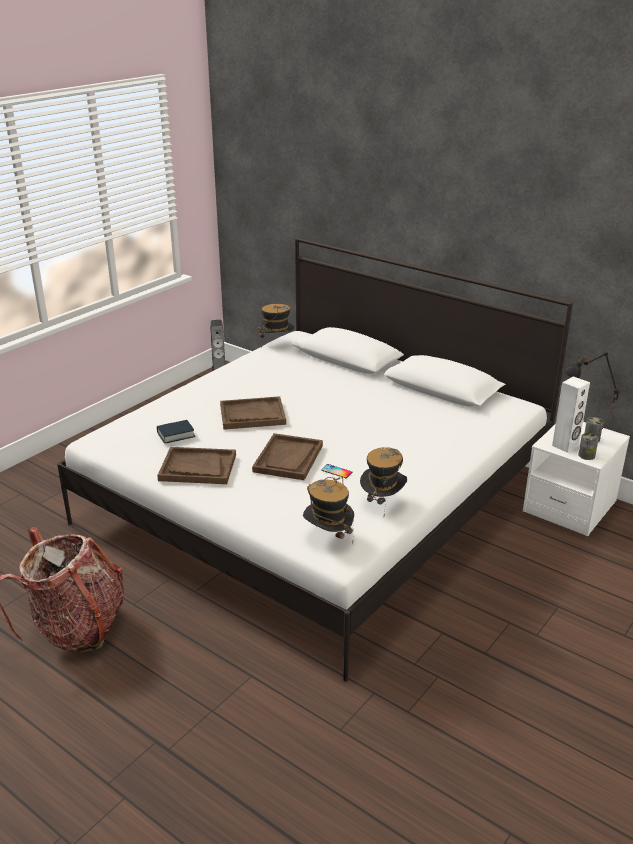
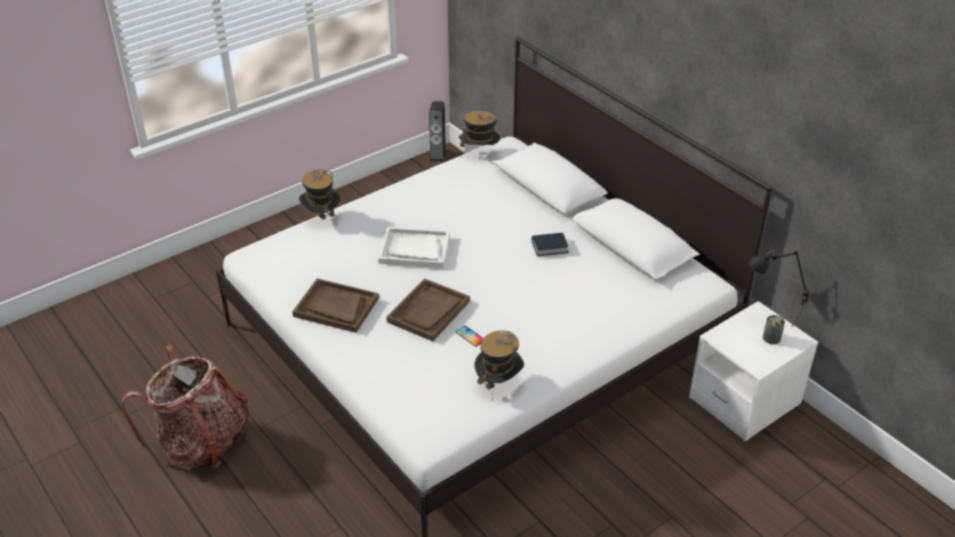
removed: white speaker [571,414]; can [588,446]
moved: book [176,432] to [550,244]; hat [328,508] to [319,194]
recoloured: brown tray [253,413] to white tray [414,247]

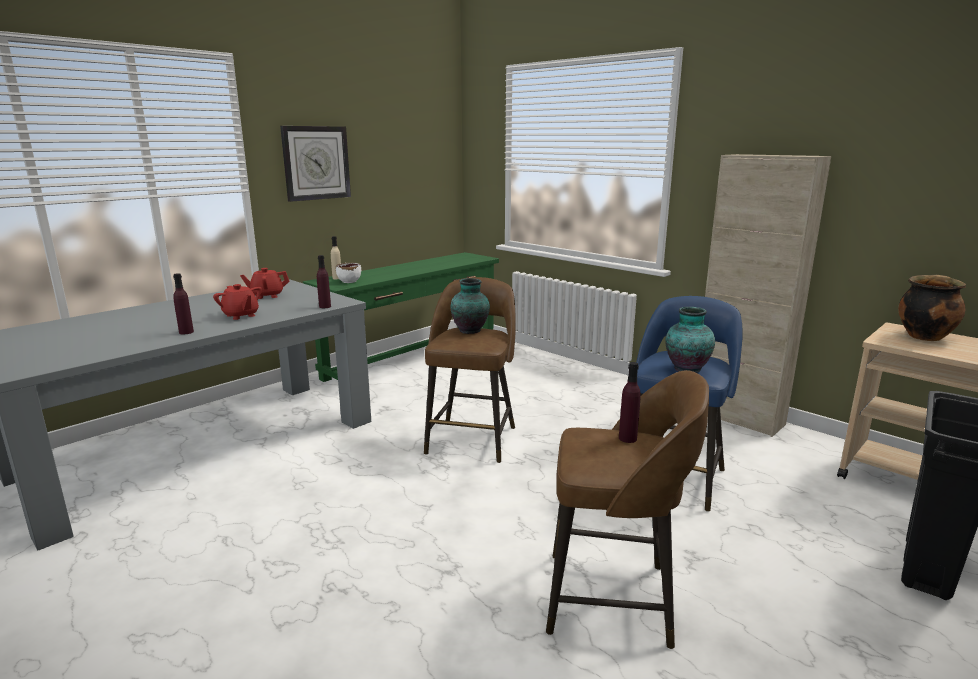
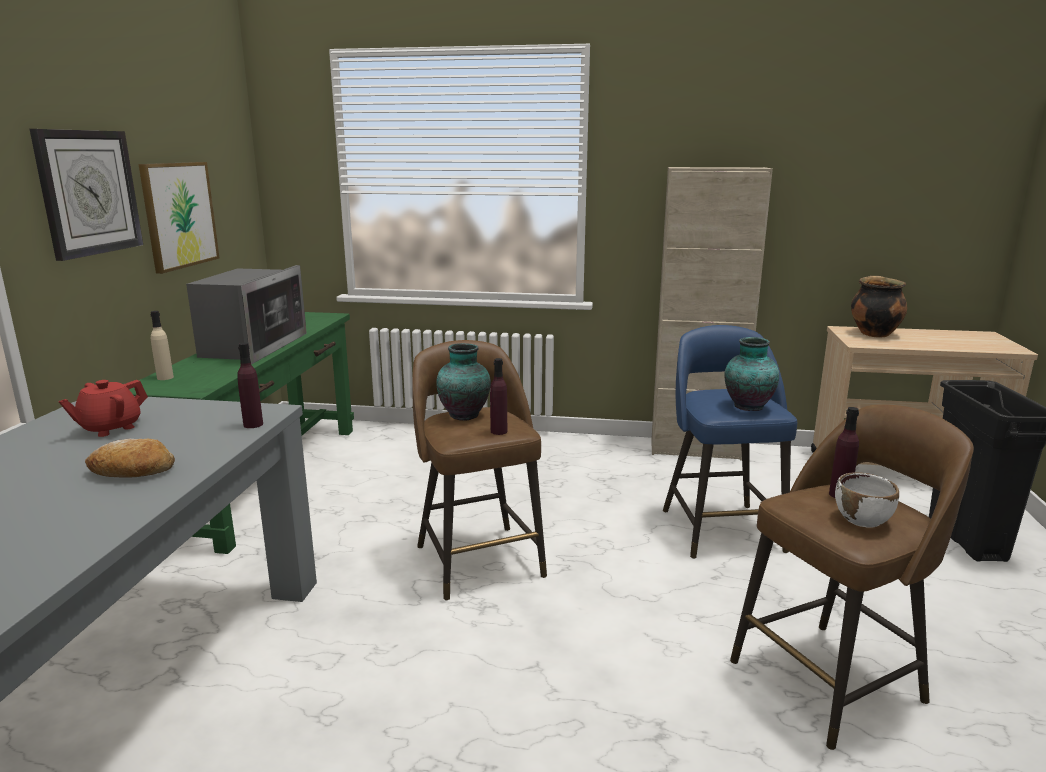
added: picture [179,218]; microwave [246,315]
moved: purple bottle [183,303] to [498,396]; white bowl [348,273] to [867,500]
replaced: red teapot [237,302] to bread [130,458]

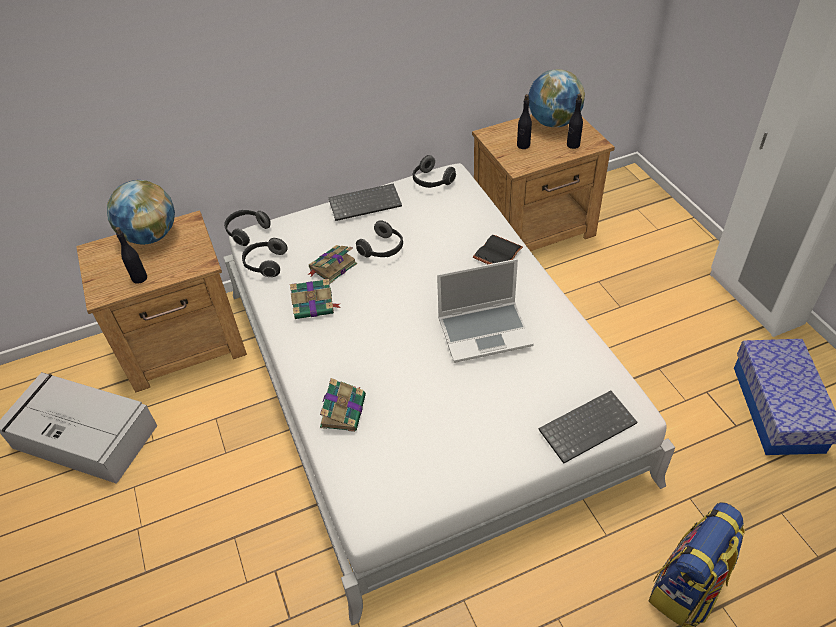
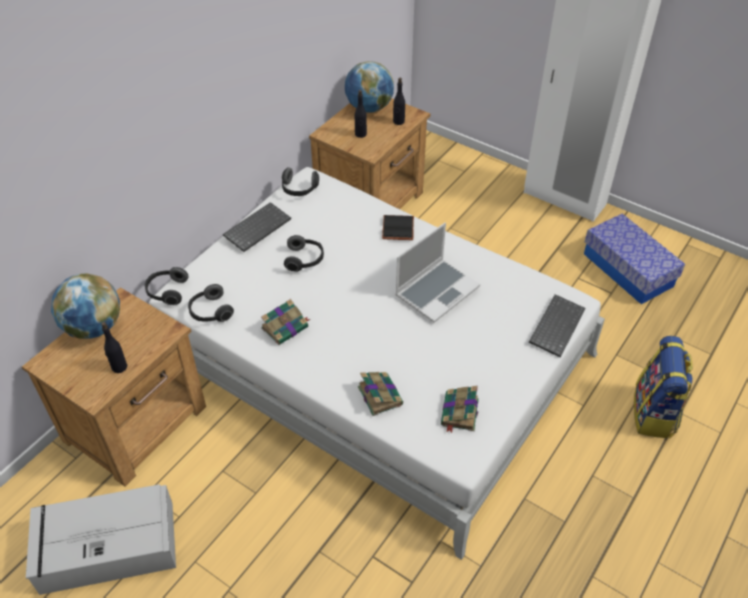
moved: book [332,264] to [460,409]

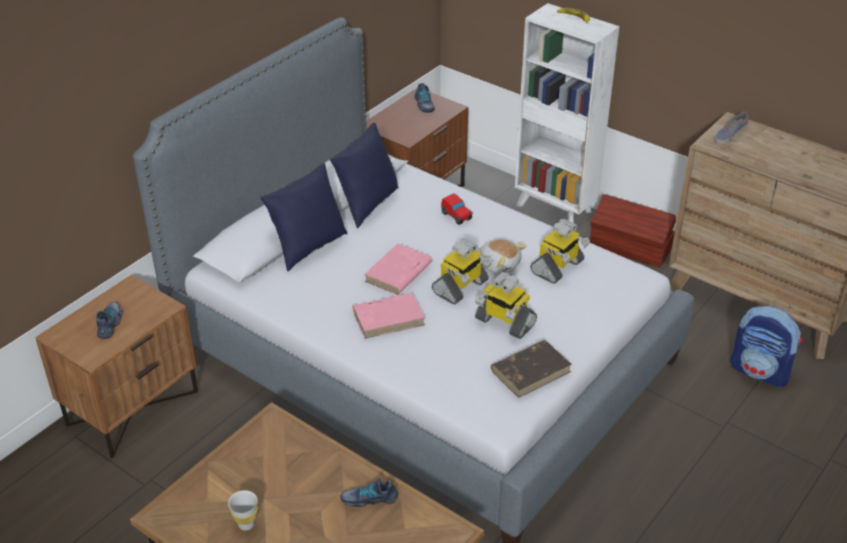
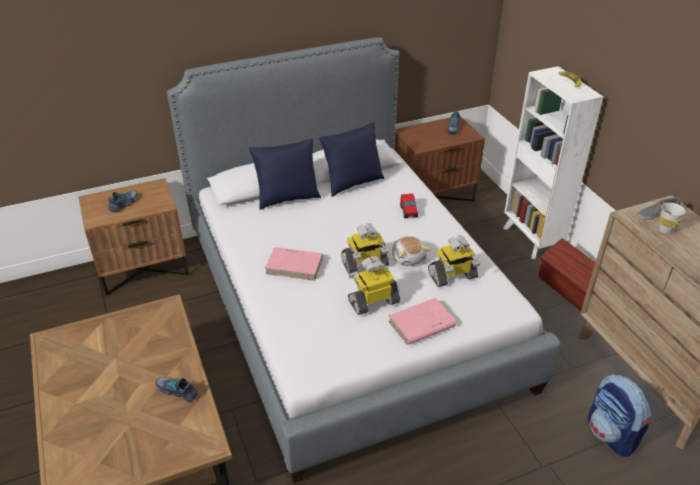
removed: brown book [531,369]
moved: white cup [243,510] to [672,218]; pink book [398,269] to [422,321]
turned: toy robot [506,305] = [374,285] 90 degrees clockwise

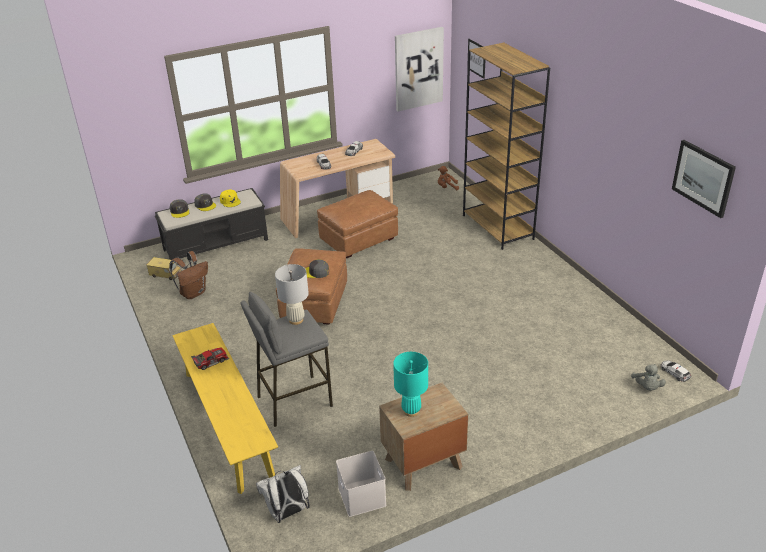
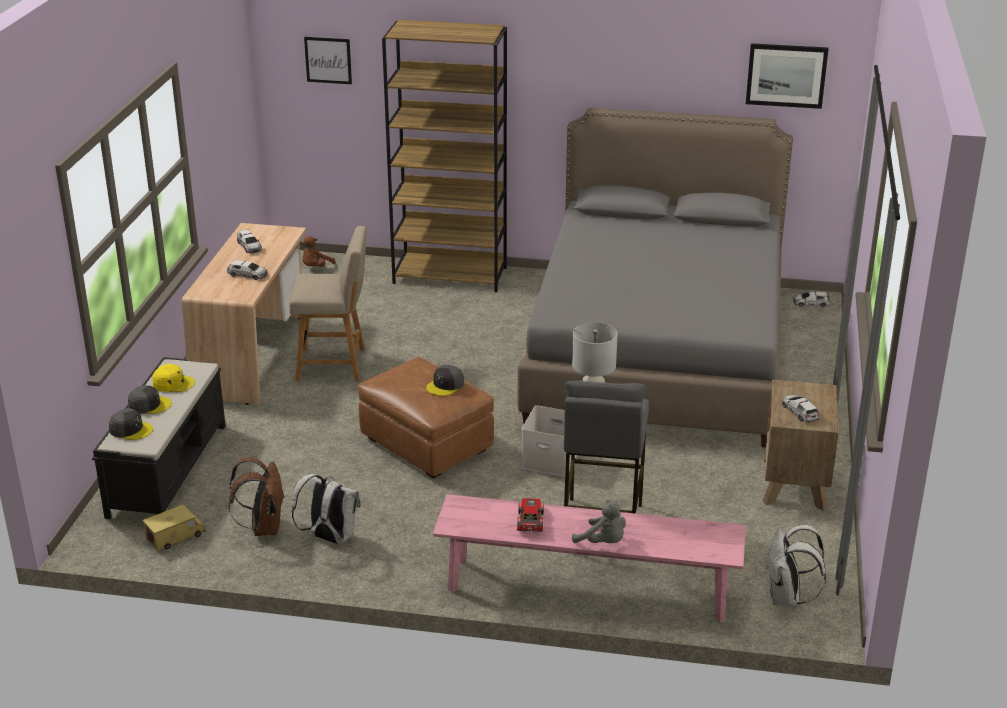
removed: picture [419,69]
added: white backpack [326,509]; grey bed [655,278]
moved: white storage box [361,484] to [549,441]; grey plush toy [648,377] to [599,521]
replaced: brown ottoman [357,224] to beige chair [328,303]; turquoise table lamp [410,384] to toy car [801,408]
recoloured: yellow bench [225,408] to pink bench [589,558]

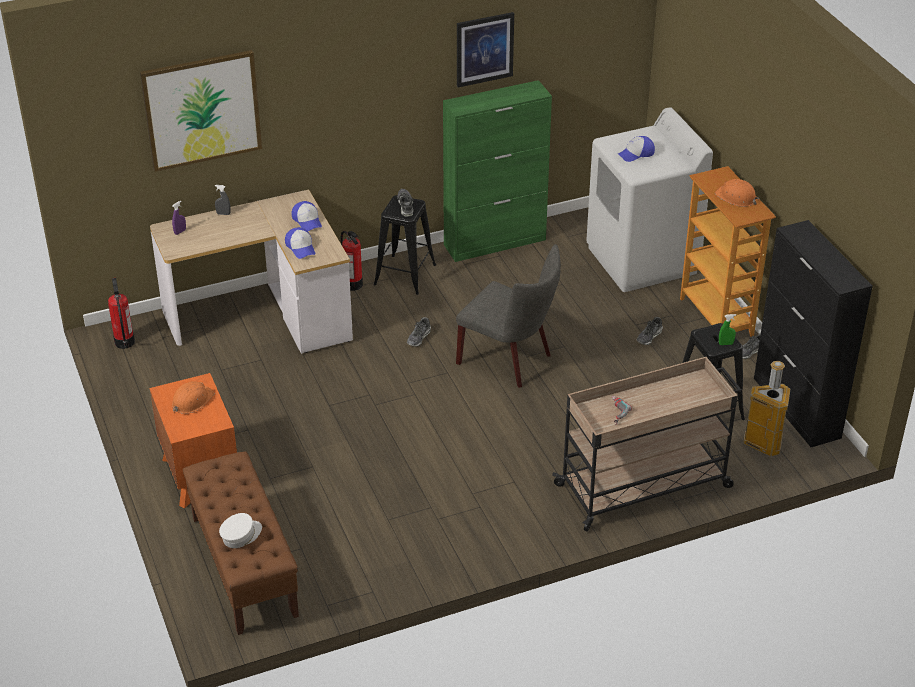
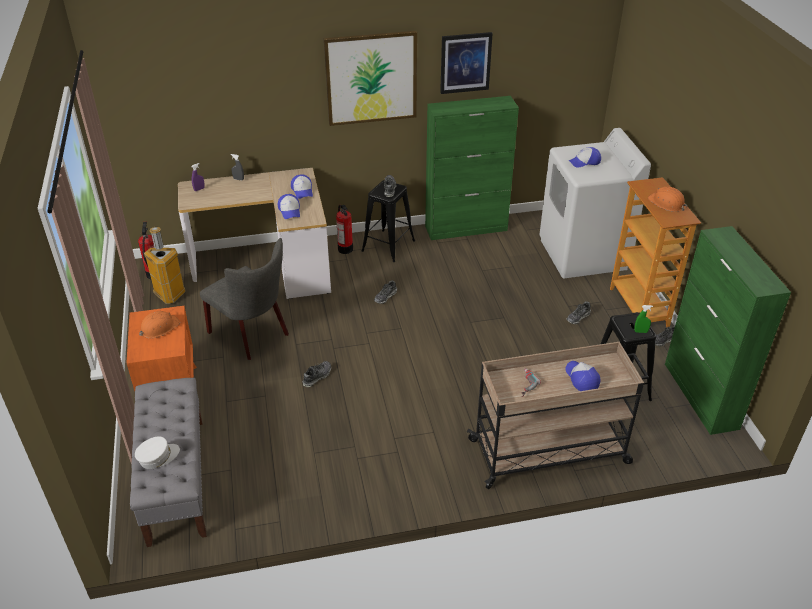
added: shoe [317,374]; cap [582,376]
moved: picture [201,111] to [370,78]; grey chair [508,316] to [244,299]; trash can [766,409] to [165,265]
recoloured: brown bench [241,543] to grey bench [168,462]; black cabinet [813,333] to green cabinet [728,330]

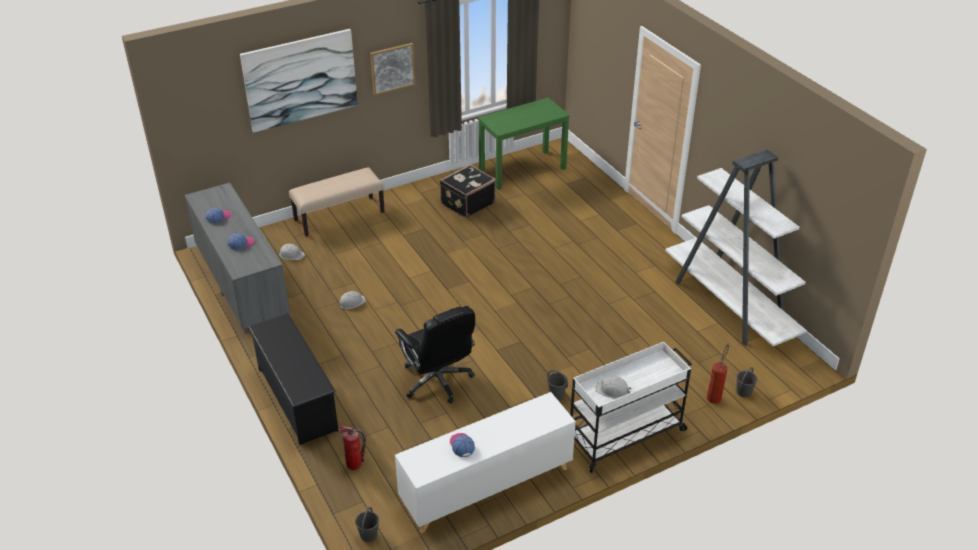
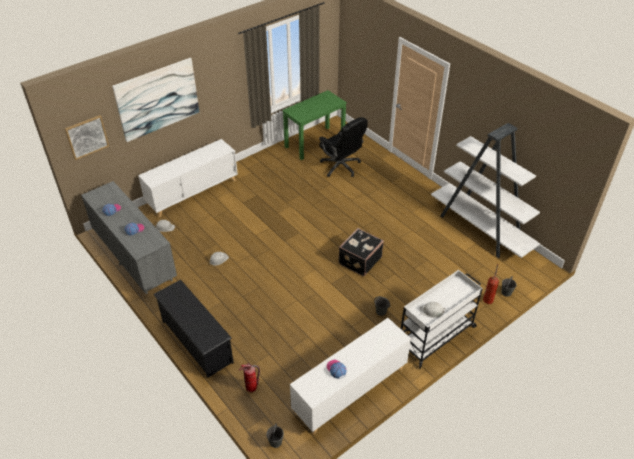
moved: picture [393,69] to [87,137]; black office chair [435,355] to [343,147]; black suitcase [468,191] to [361,252]
replaced: beige bench [337,201] to white cabinet [188,178]

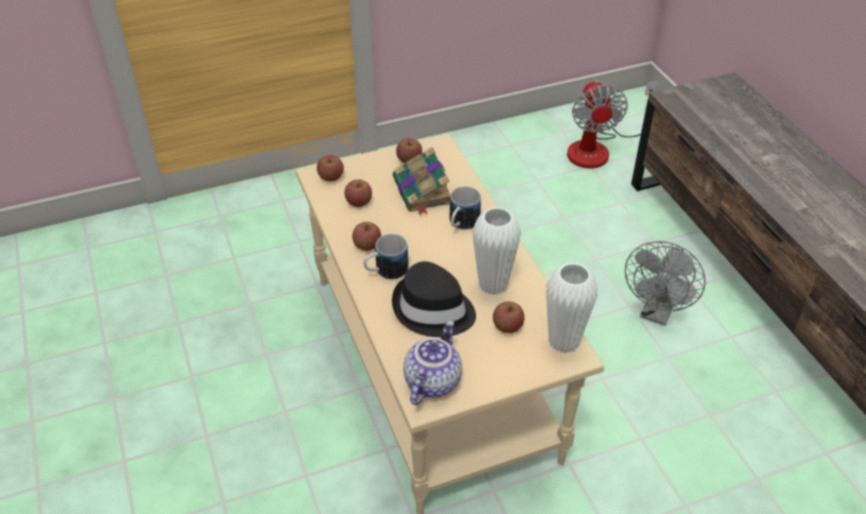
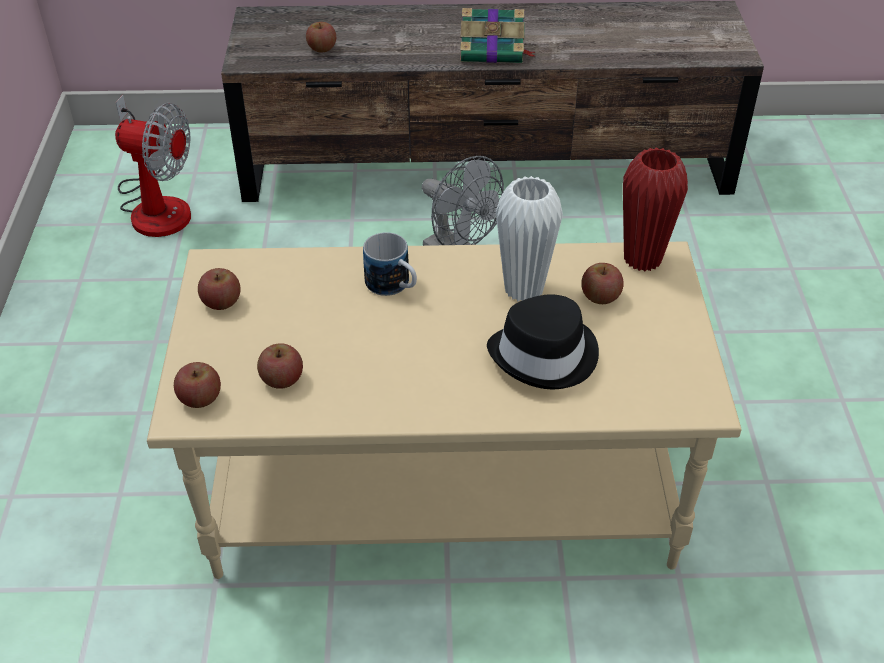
removed: mug [385,256]; teapot [432,362]
moved: apple [366,236] to [321,37]; book [422,181] to [498,35]
recoloured: white vase [572,307] to red vase [655,209]

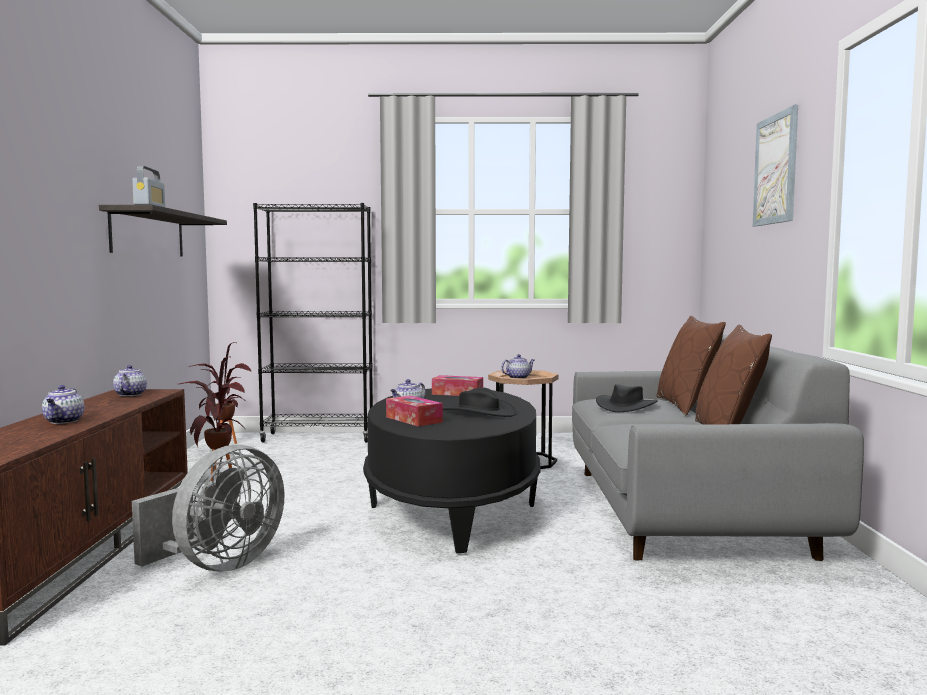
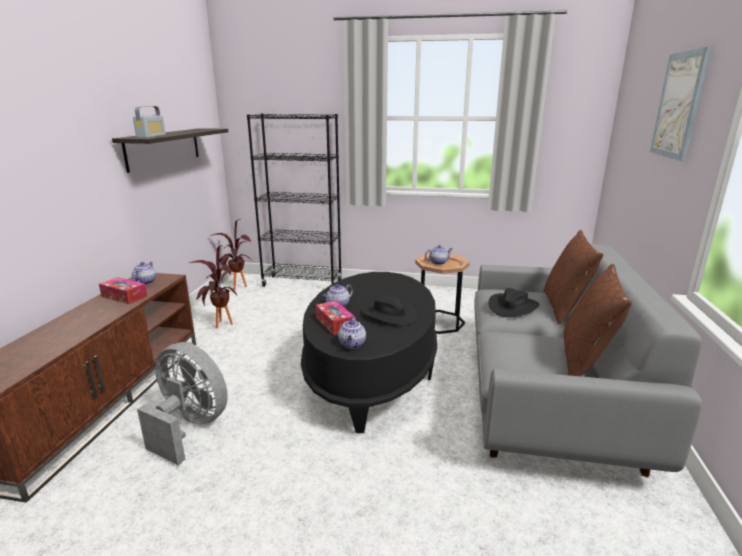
moved: teapot [63,404] to [352,333]; tissue box [457,385] to [123,290]
turned: grey fan [208,508] = [182,403] 105 degrees counterclockwise

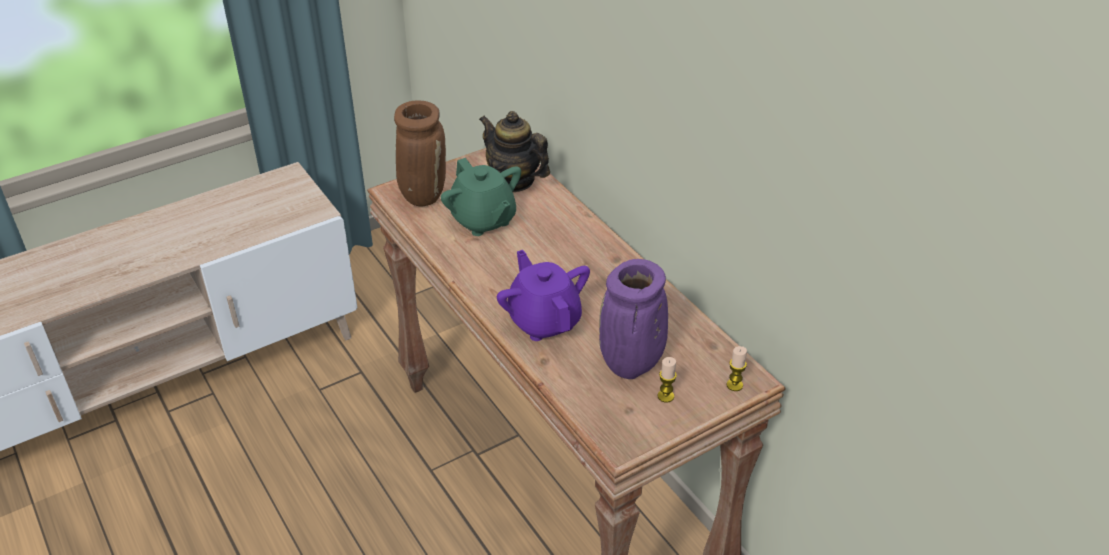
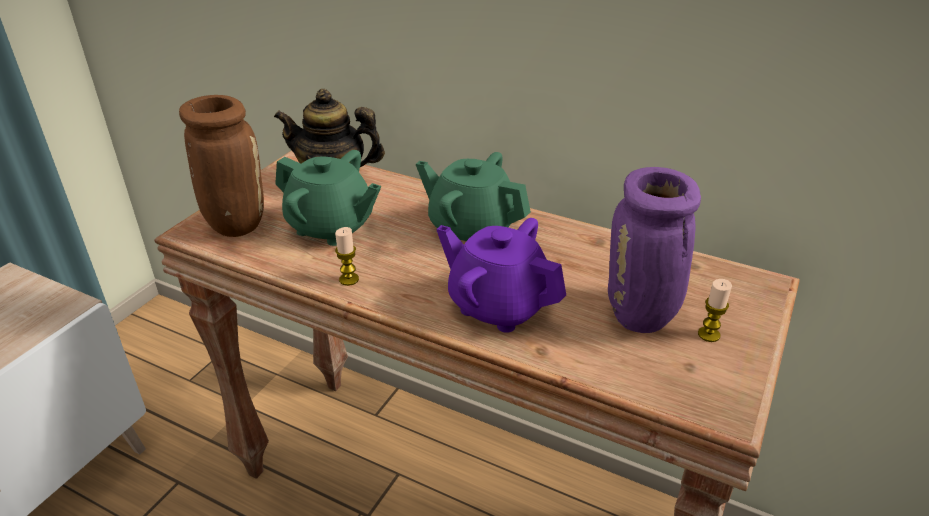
added: green teapot [473,196]
moved: candle [736,368] to [347,256]

